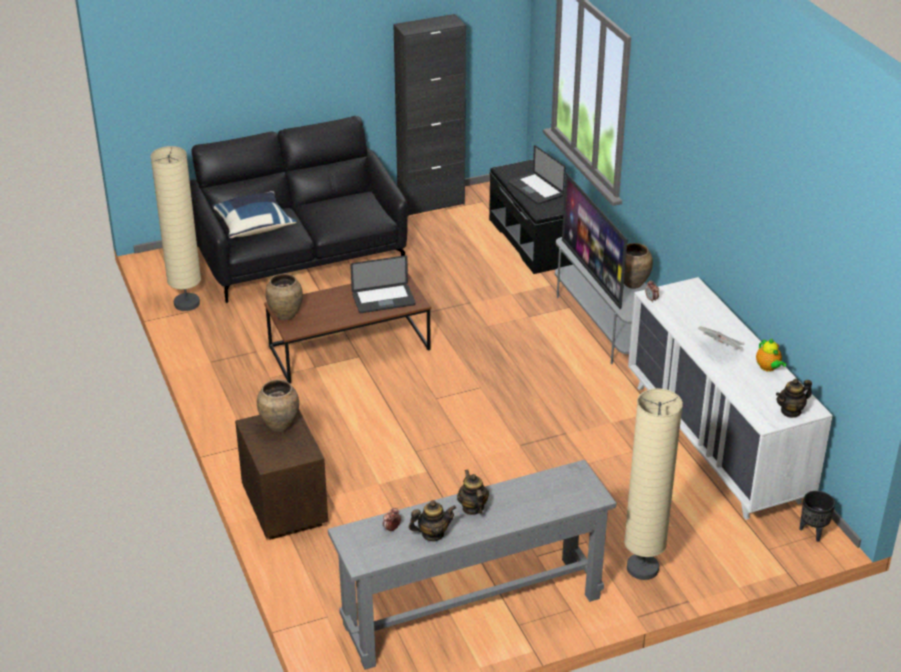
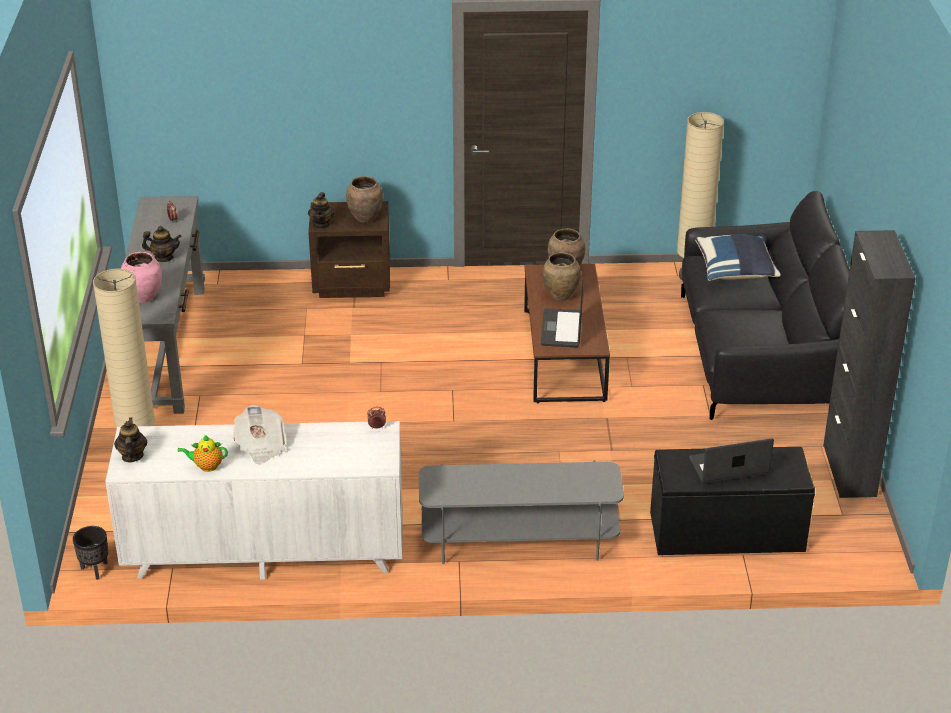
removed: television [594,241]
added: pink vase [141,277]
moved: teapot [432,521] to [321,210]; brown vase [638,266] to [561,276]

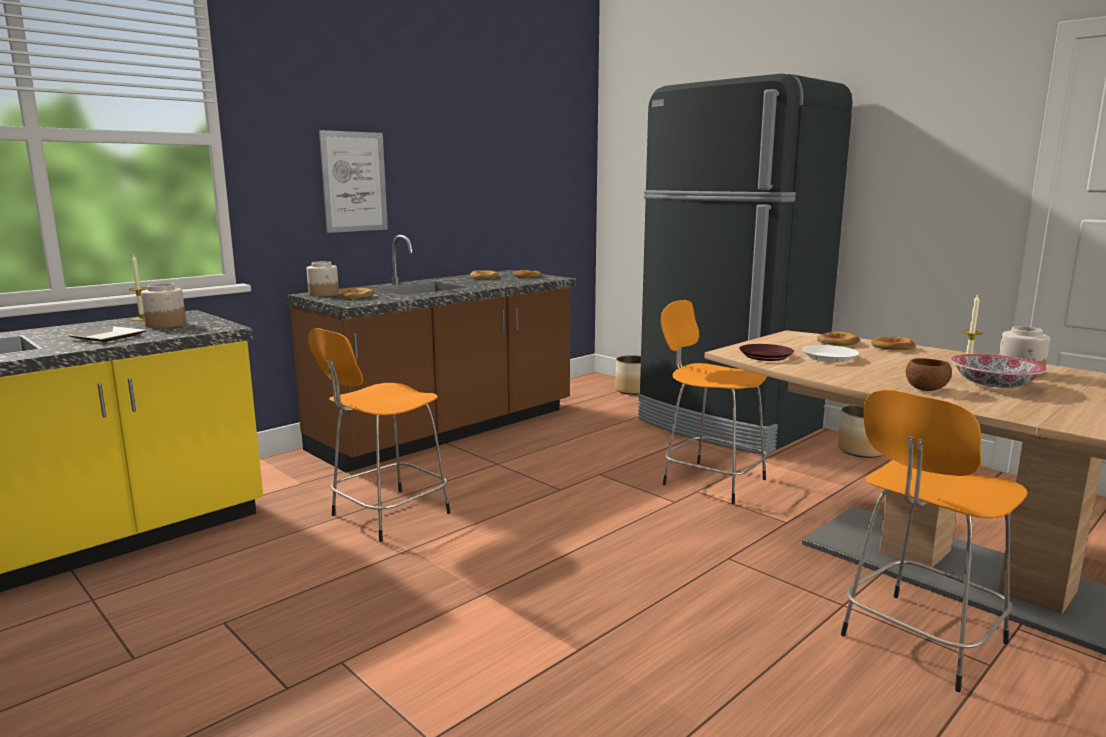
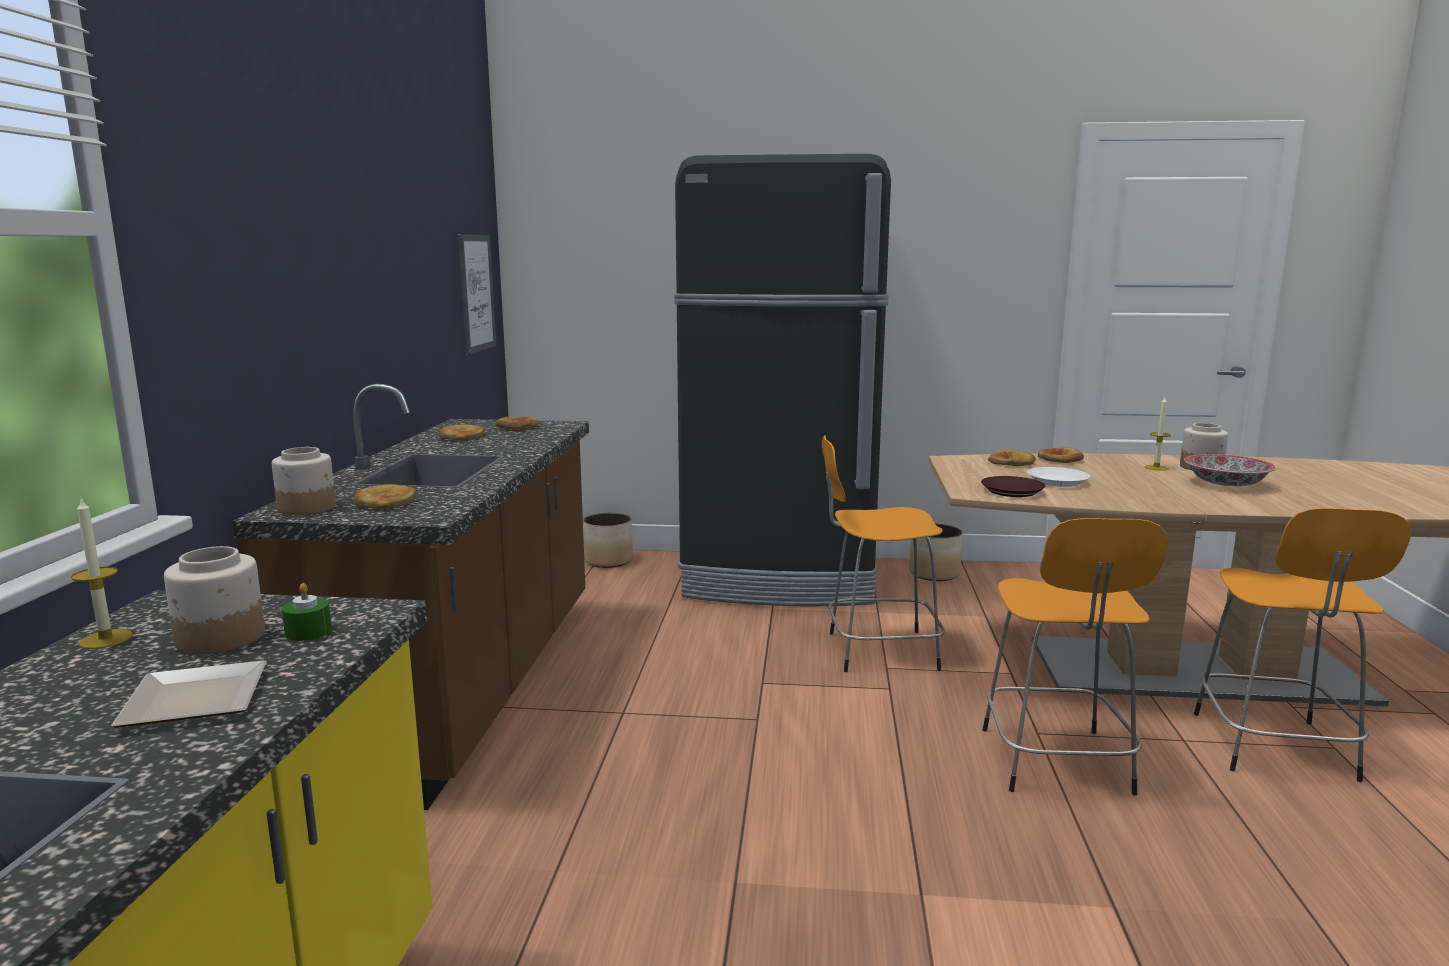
removed: brown bowl [929,374]
added: green candle [307,612]
moved: orange stool [379,435] to [1075,656]; picture [353,181] to [477,294]

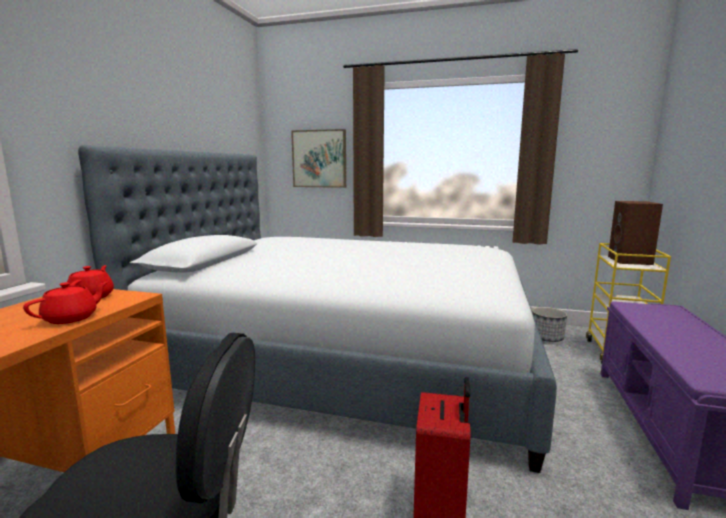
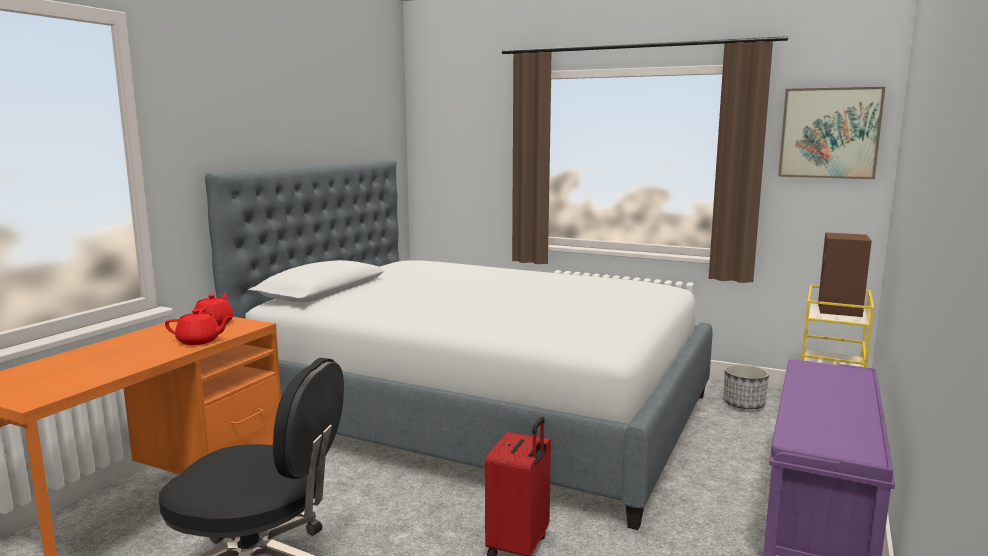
moved: picture [318,158] to [831,133]
turned: red teapot [66,302] = [198,327] 45 degrees clockwise

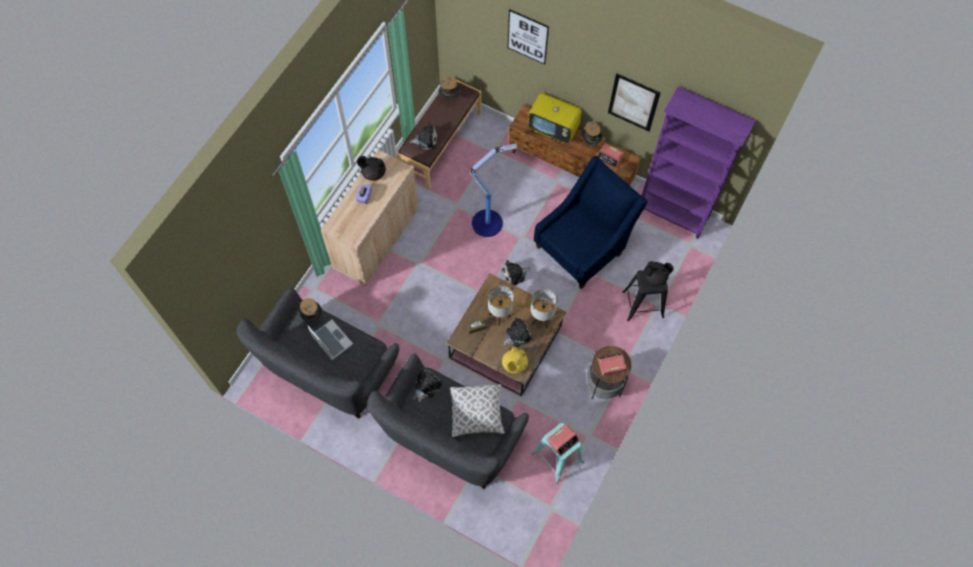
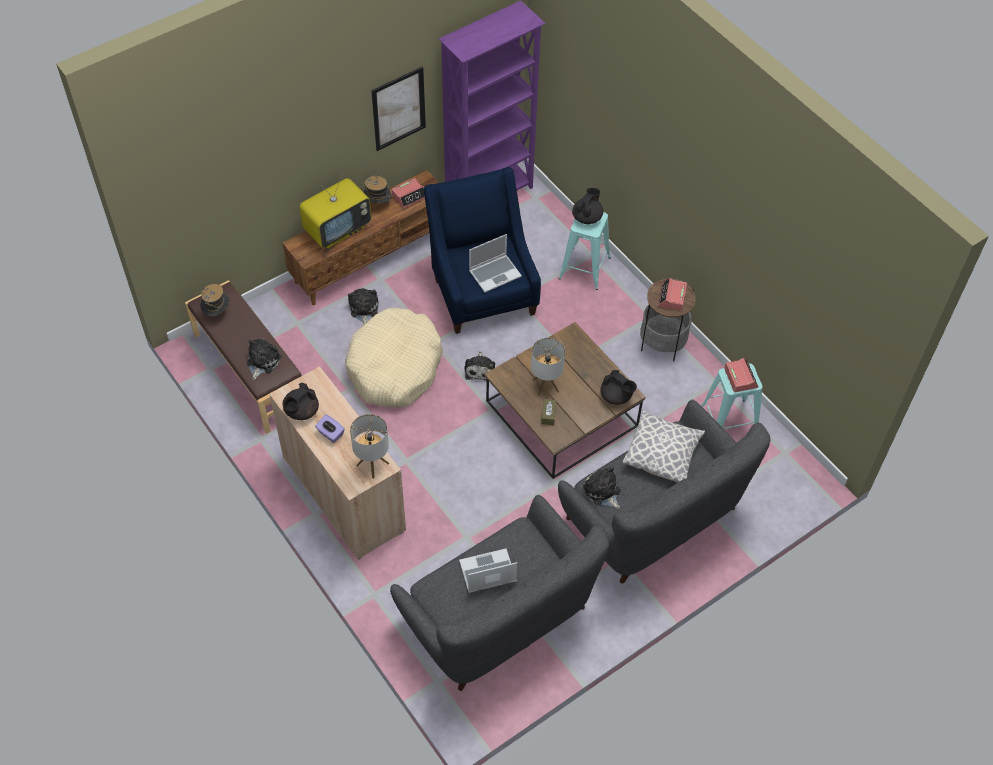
removed: hat [310,310]; picture [528,37]
added: laptop [495,263]
moved: plush toy [517,332] to [363,306]; table lamp [544,308] to [369,446]
replaced: floor lamp [494,190] to beige dog bed [394,358]
recoloured: yellow teapot [515,360] to black teapot [618,387]; black stool [645,295] to turquoise stool [584,251]

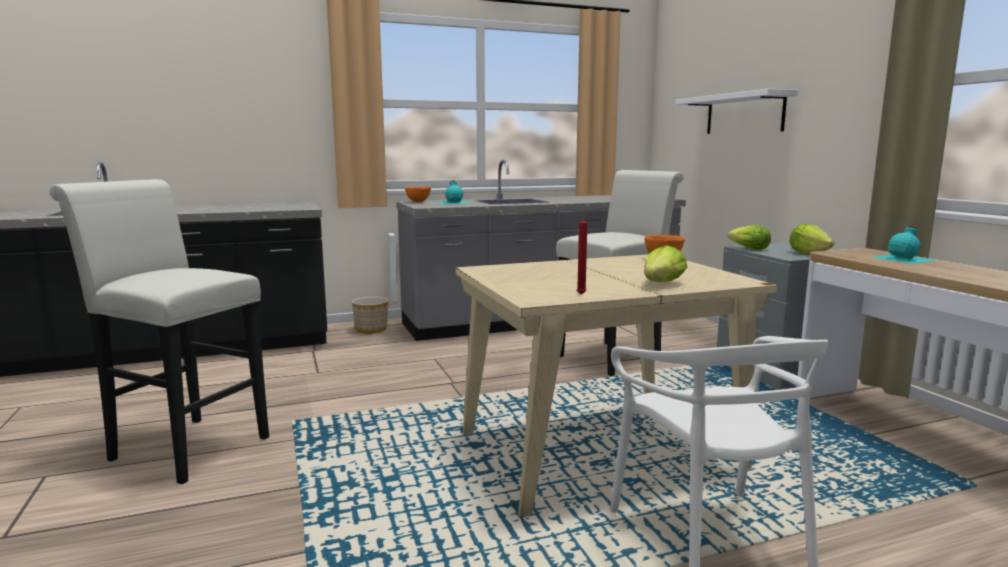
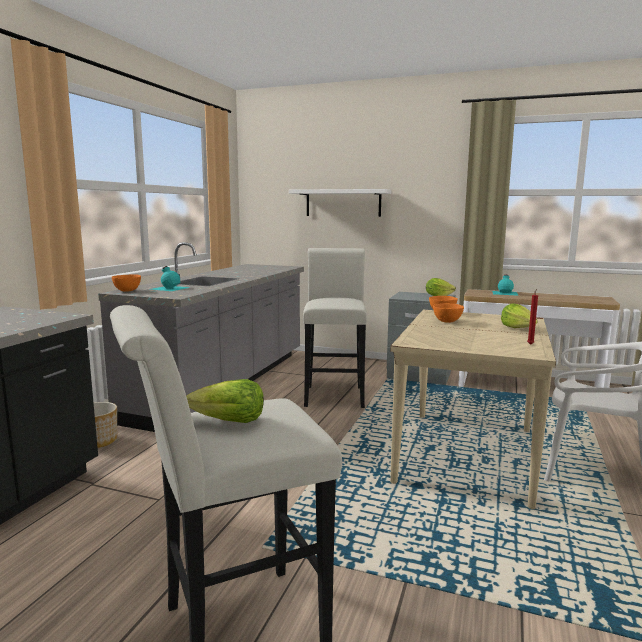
added: orange bowl [448,313]
moved: lettuce [749,237] to [225,401]

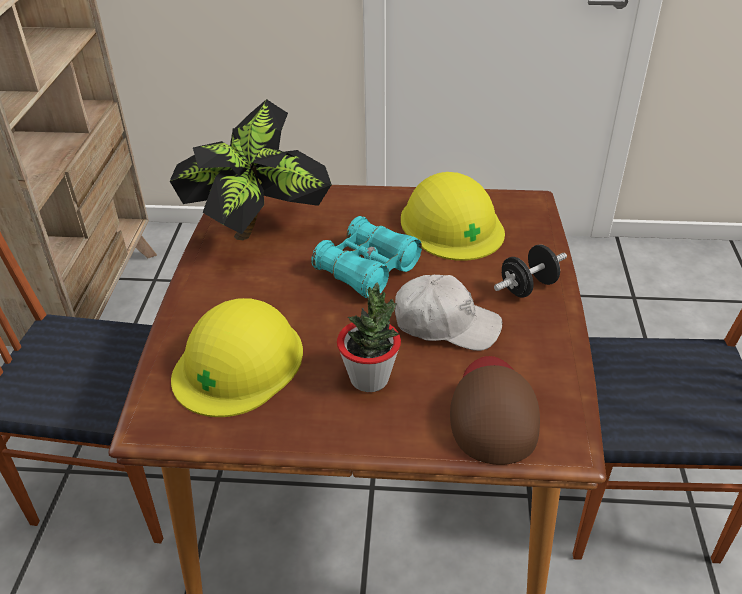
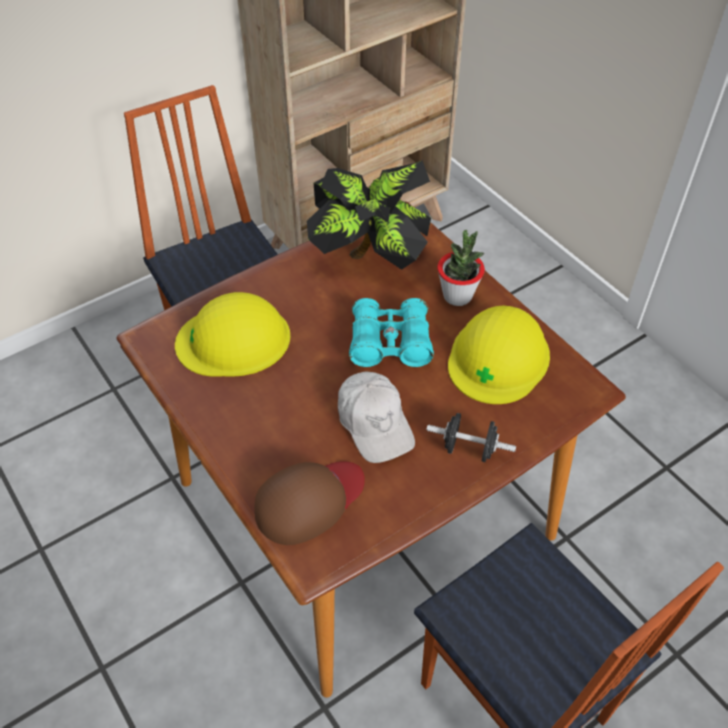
moved: potted plant [369,337] to [461,268]

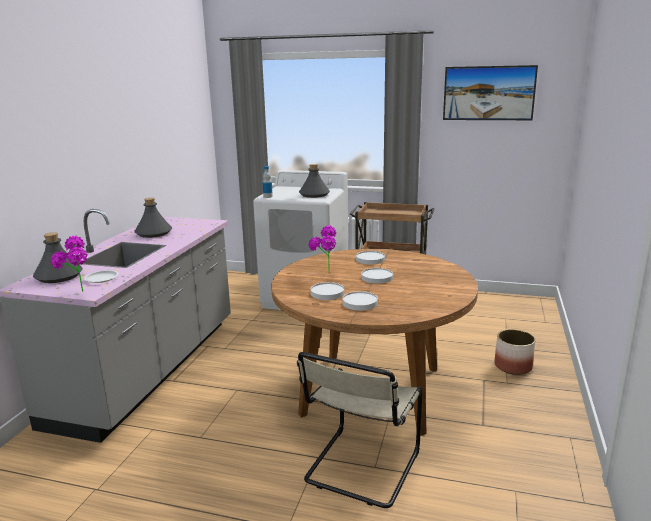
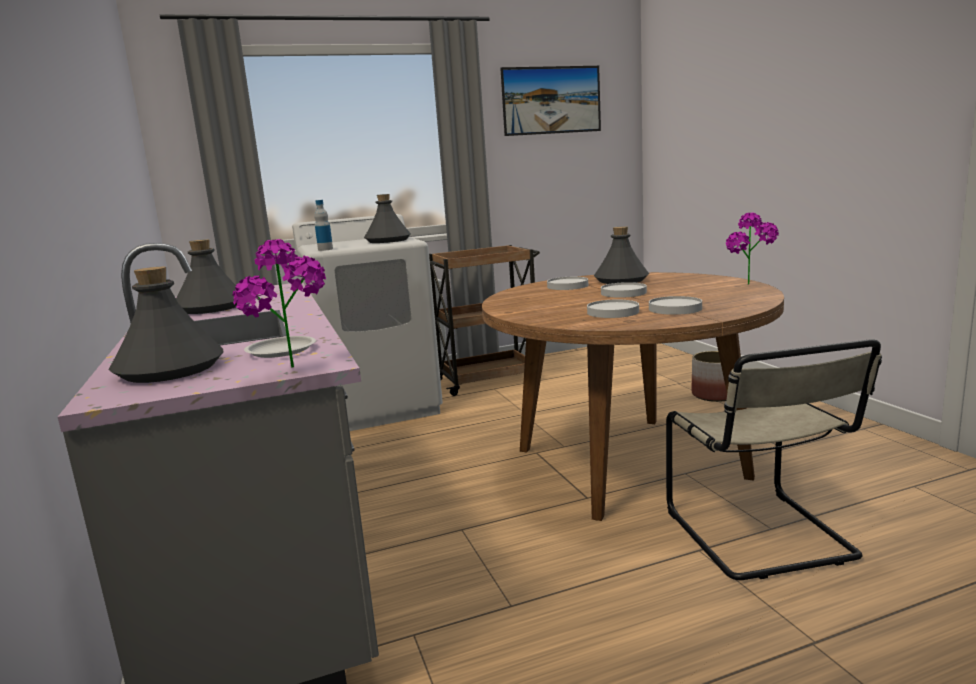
added: grey bottle [621,255]
moved: potted plant [322,249] to [752,248]

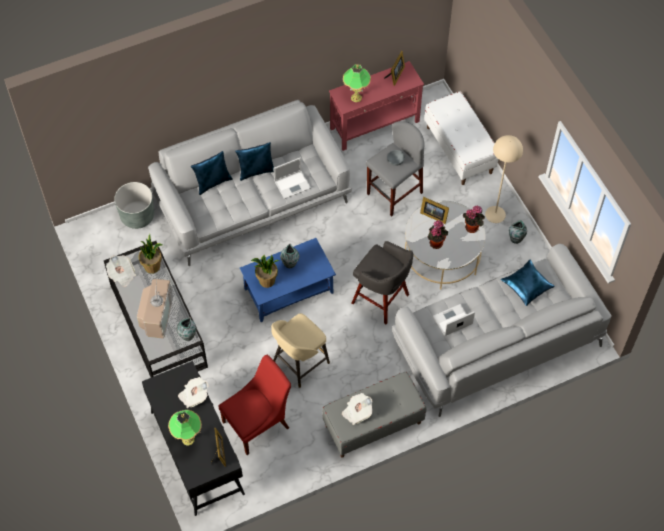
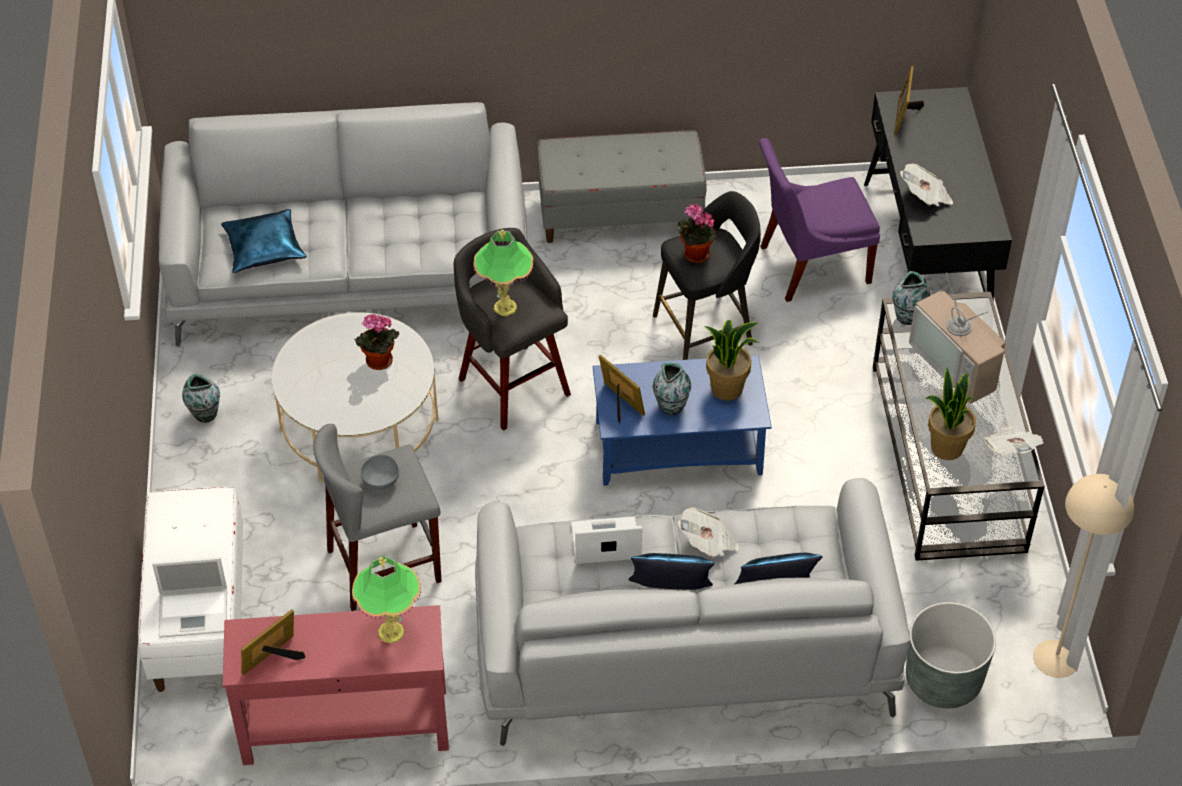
moved: table lamp [185,428] to [503,273]; newspaper [357,409] to [708,532]; picture frame [434,210] to [622,389]; laptop [454,320] to [189,597]; potted plant [474,219] to [697,233]; beige floor lamp [504,179] to [1083,576]
recoloured: red chair [255,405] to purple chair [819,220]; beige stool [300,350] to black stool [707,275]
turned: television [155,306] = [957,338] 60 degrees counterclockwise

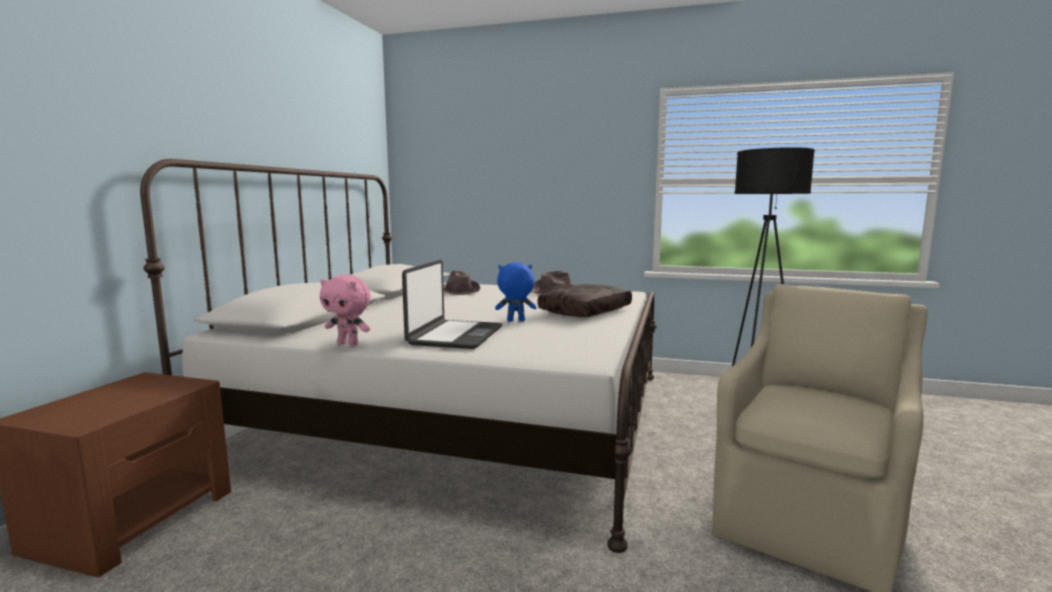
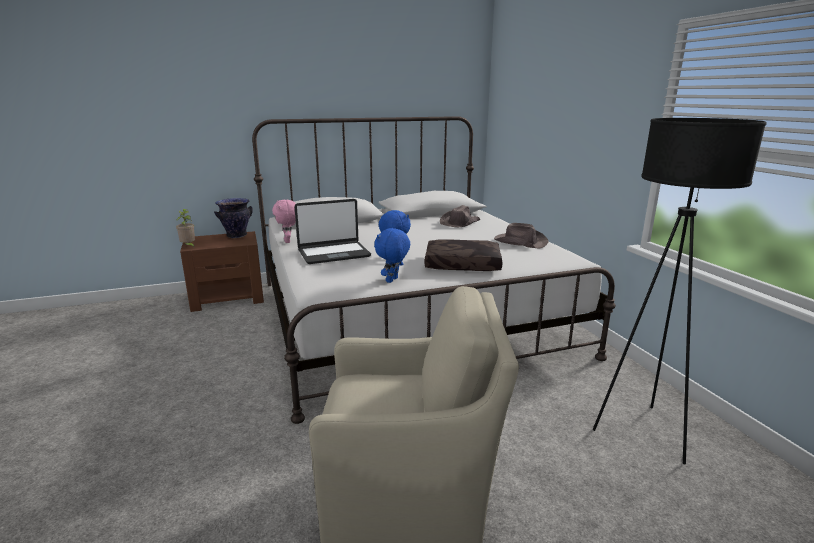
added: potted plant [185,228]; vase [233,218]; blue plush toy [392,255]

